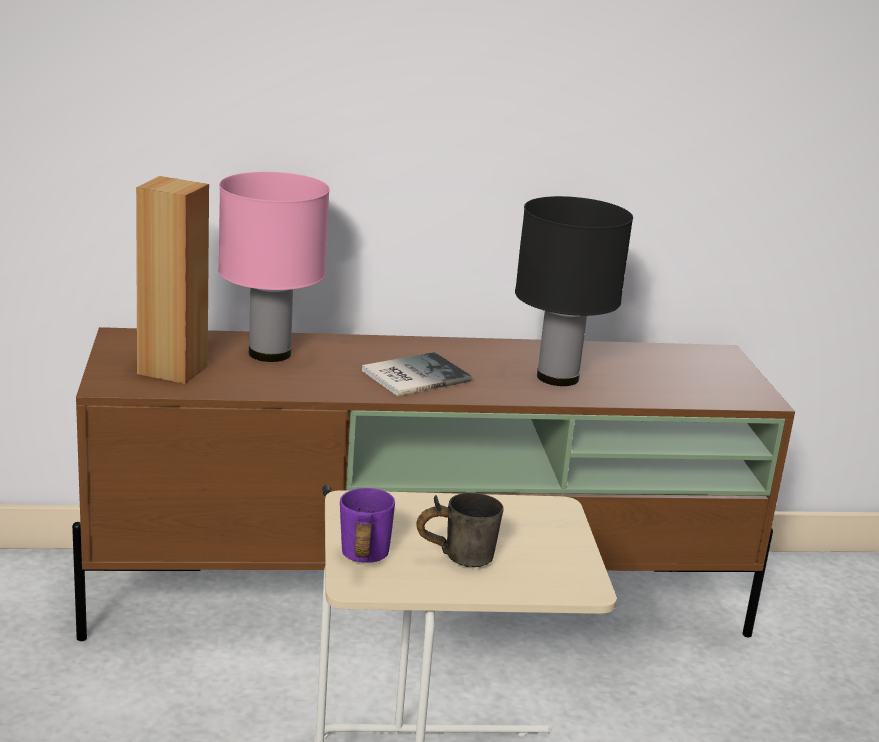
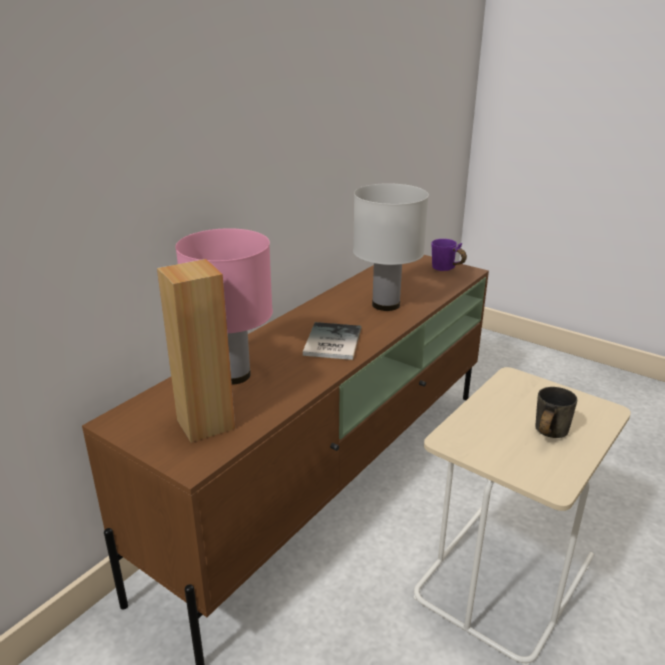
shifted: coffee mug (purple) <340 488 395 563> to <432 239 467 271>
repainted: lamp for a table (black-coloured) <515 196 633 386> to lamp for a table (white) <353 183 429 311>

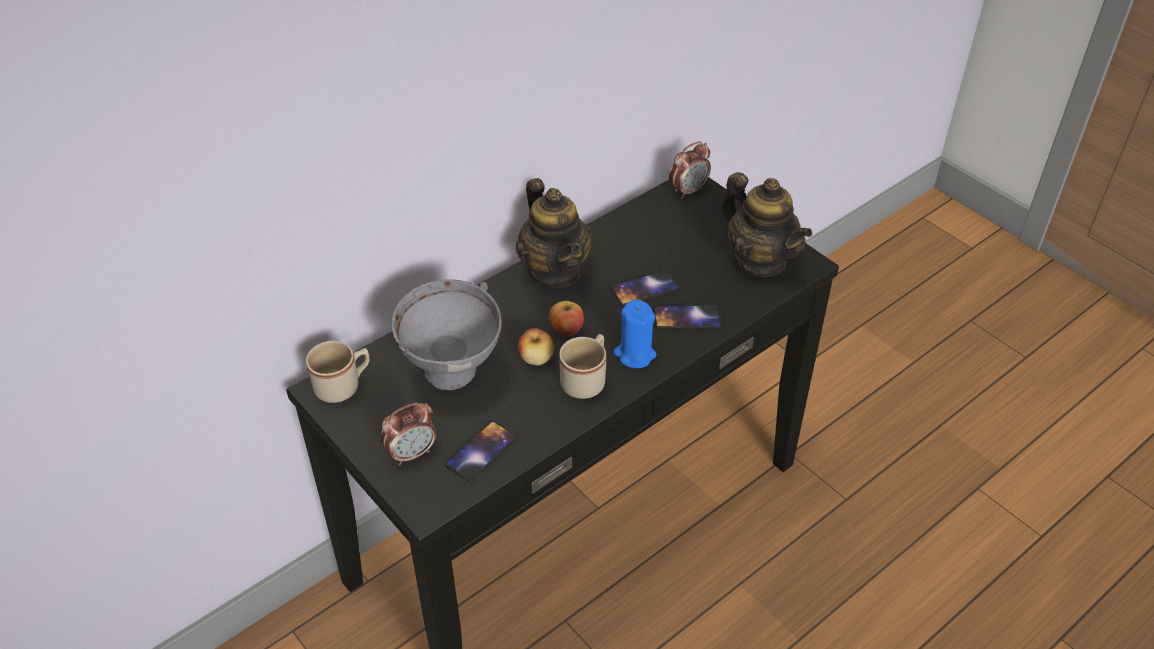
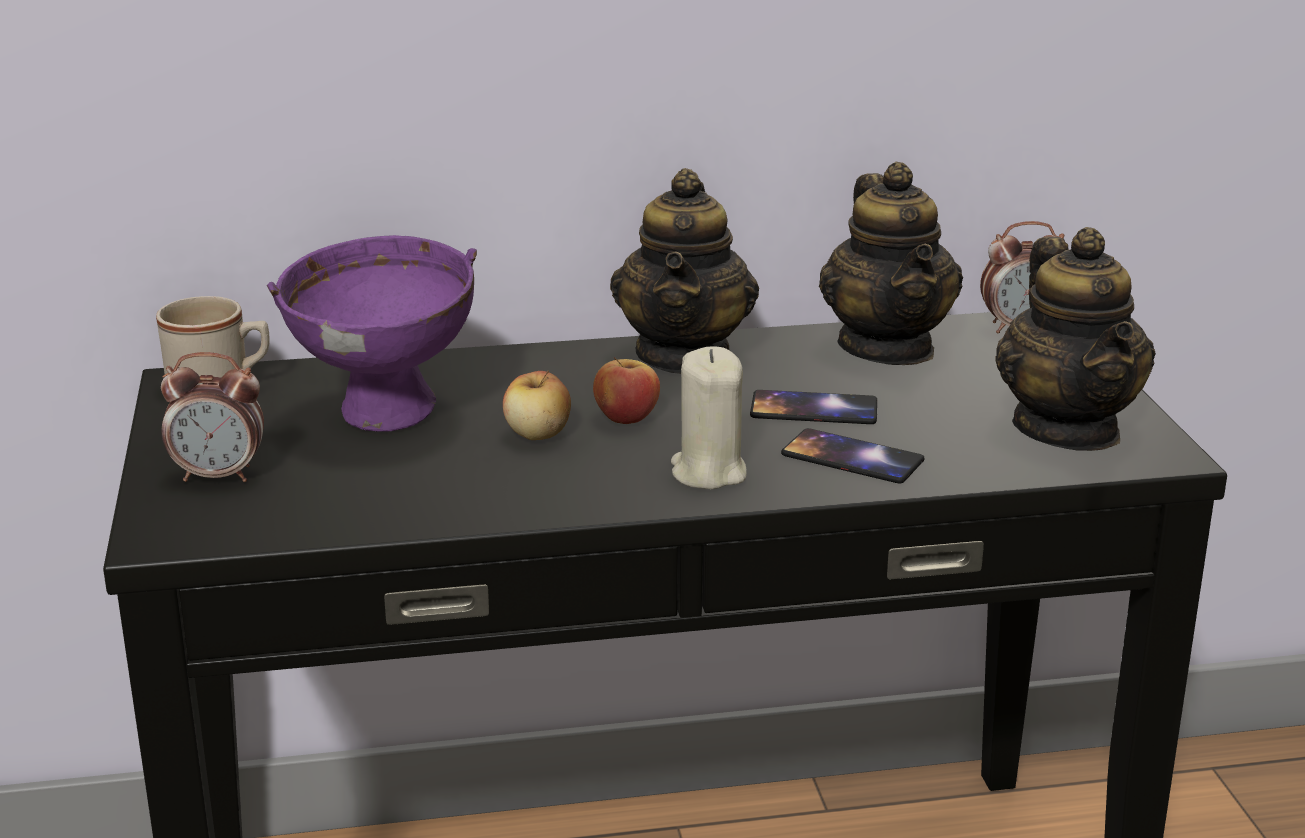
gone: handset <445 421 517 482>; coffee mug (sand-coloured) <559 334 606 399>
new: teapot <819 162 963 365>
repainted: deep dish (gray) <391 279 502 390> to deep dish (purple) <267 235 477 432>; candle (blue) <613 300 657 368> to candle (sand-coloured) <671 346 747 489>

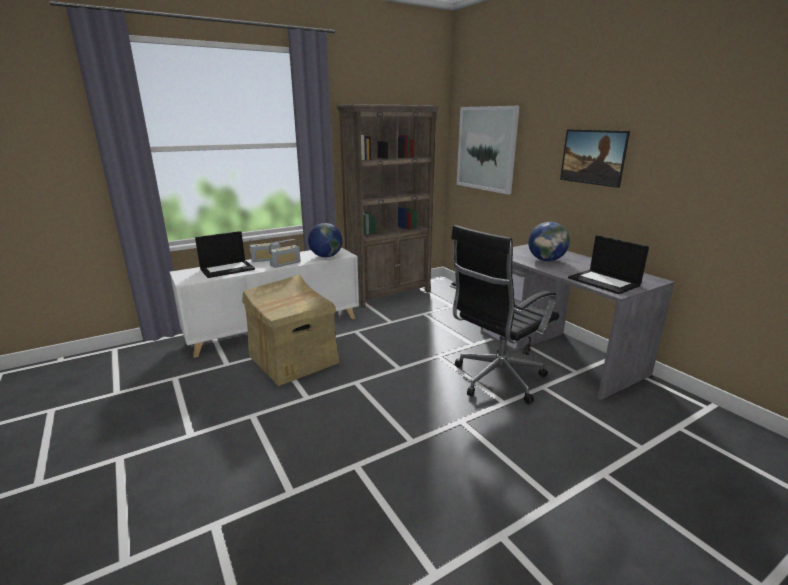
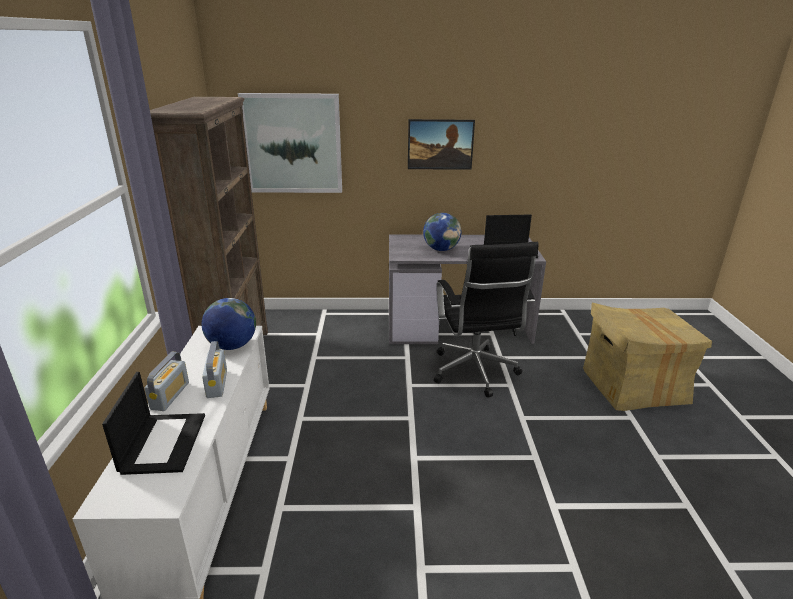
shifted: packing box <242 274 340 386> to <583 303 712 411>

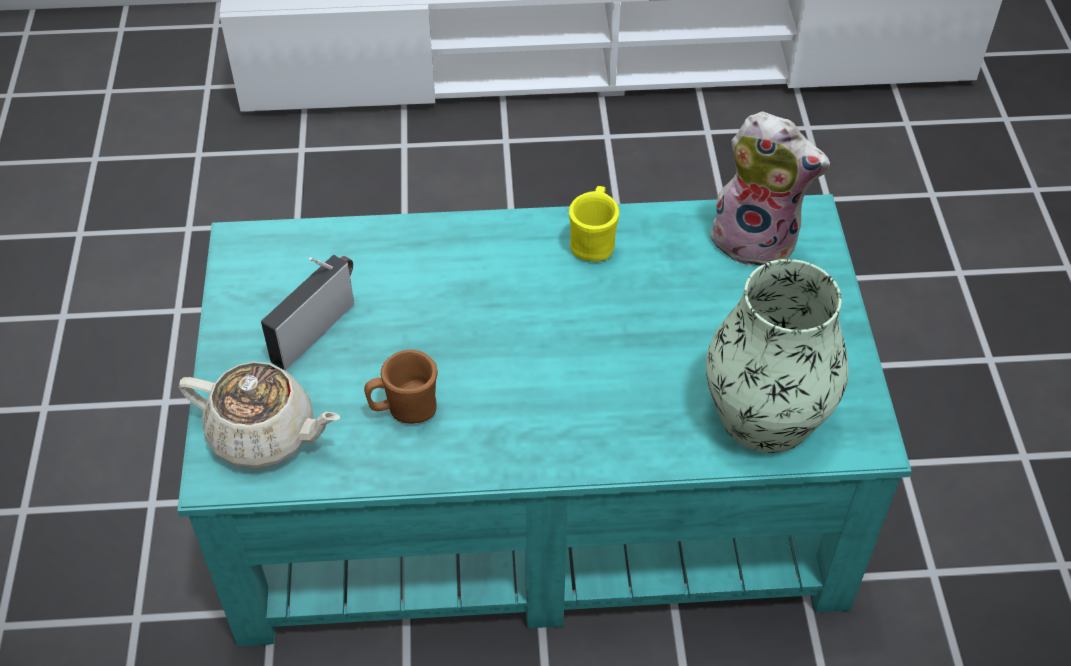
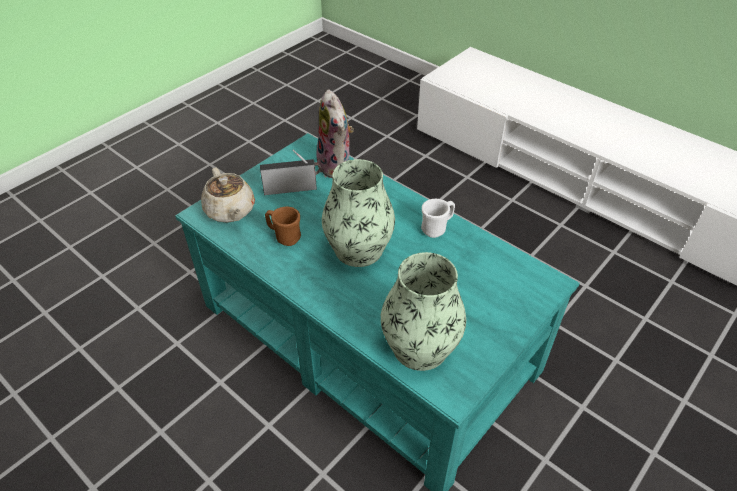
new: decorative vase <322 159 395 267>
shifted: cuddly toy <706 112 830 267> to <316 89 354 178>
repainted: coffee mug (yellow-coloured) <569 186 619 262> to coffee mug (white) <421 199 455 238>

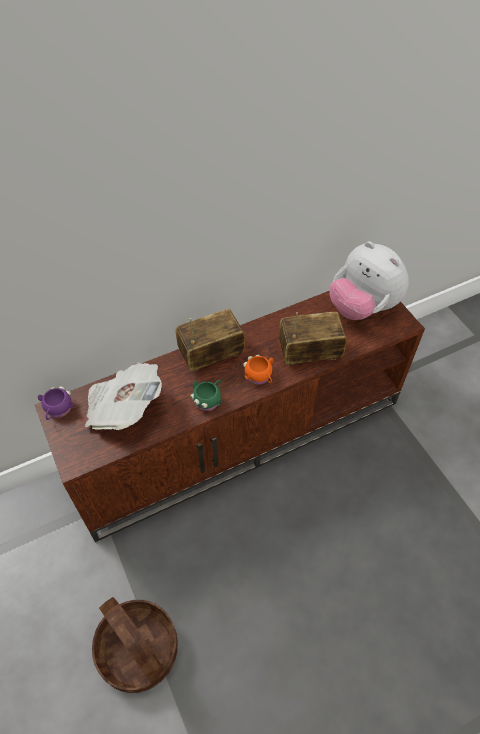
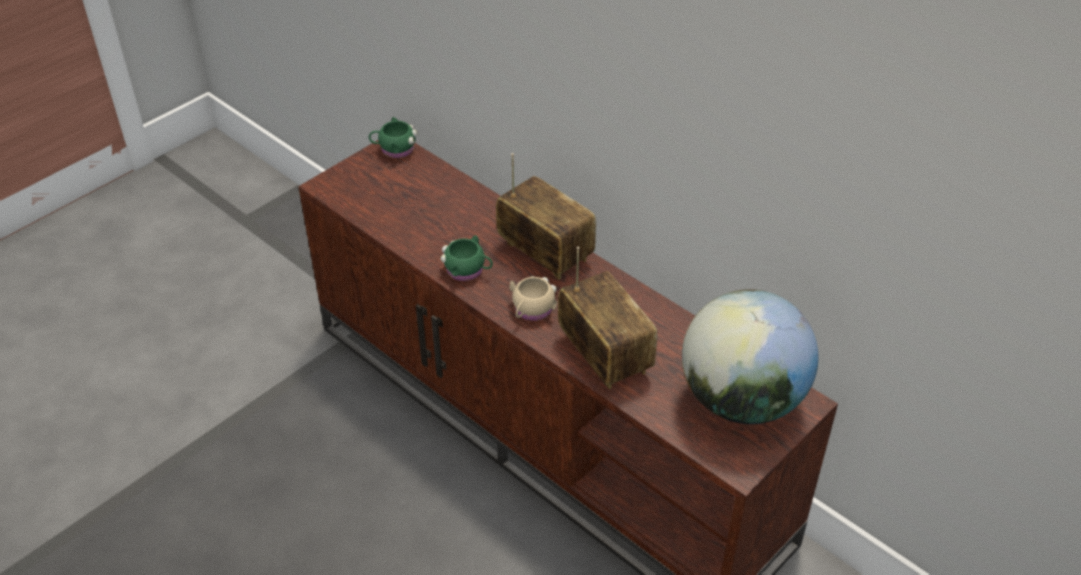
gone: printed paper <85 363 162 430>; household basket <92 597 178 693>
swapped: cuddly toy <329 241 409 320> to world globe <682 289 818 424>
repainted: coffee mug (purple) <38 386 73 420> to coffee mug (greenish) <369 117 418 158>; coffee mug (orange) <243 355 274 384> to coffee mug (sand-coloured) <509 276 557 321>

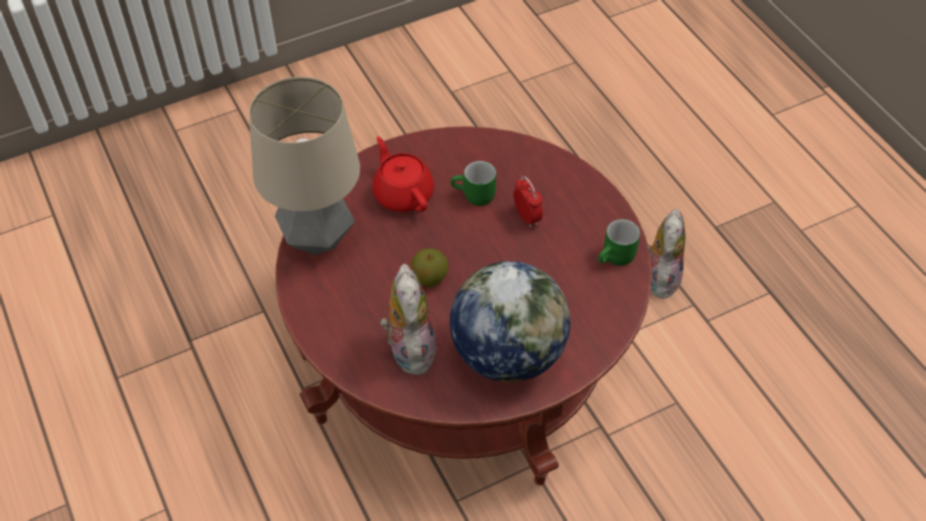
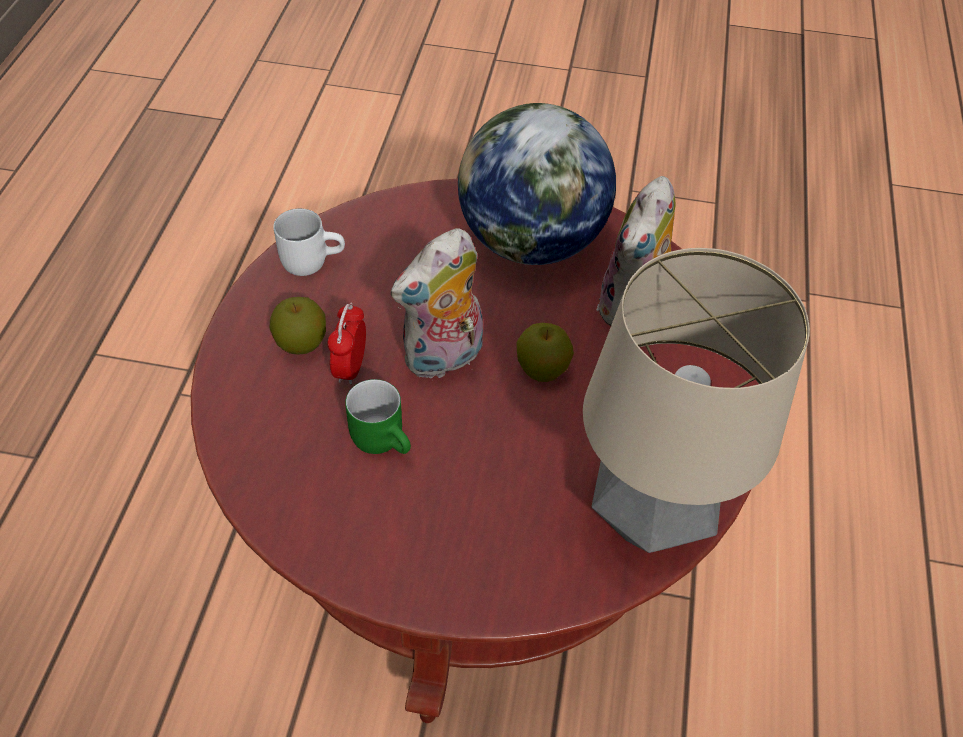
gone: teapot (red-coloured) <373 136 434 212>
new: apple <270 297 326 355>
shifted: cuddly toy <648 209 686 299> to <391 228 483 380>
repainted: coffee mug (greenish) <598 219 640 266> to coffee mug (white) <274 208 345 276>

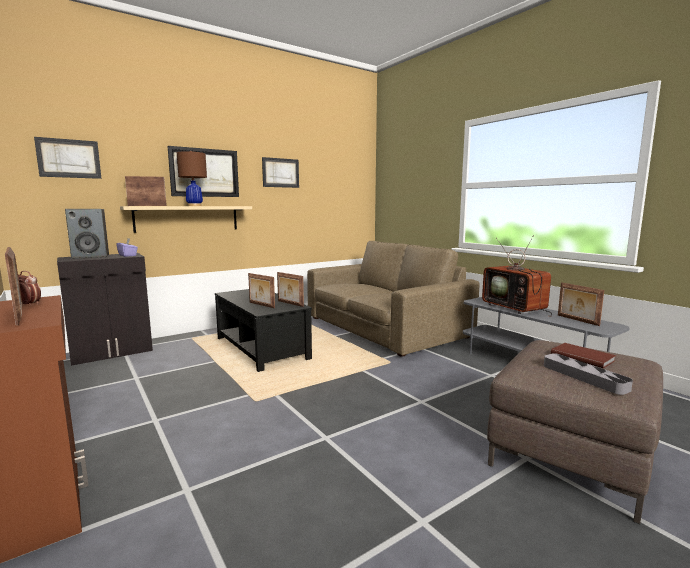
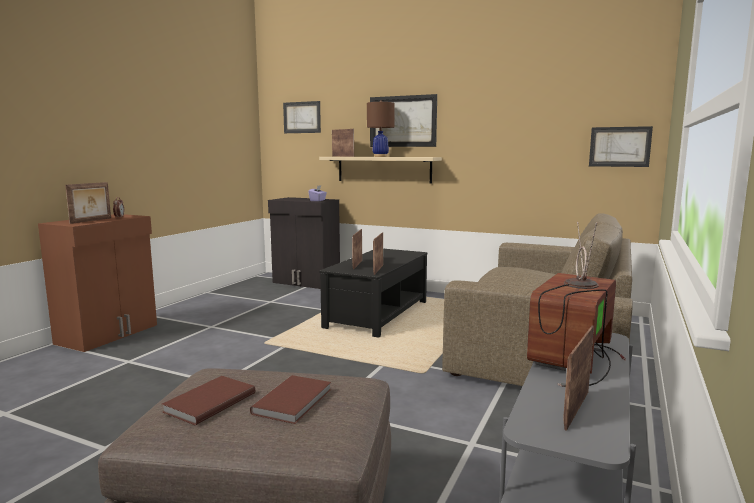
gone: speaker <65 209 109 259>
shifted: wall picture <262 157 299 188> to <589 126 653 167>
swapped: tray (gray) <544 353 633 395> to bound book (brown-coloured) <162 376 255 425>

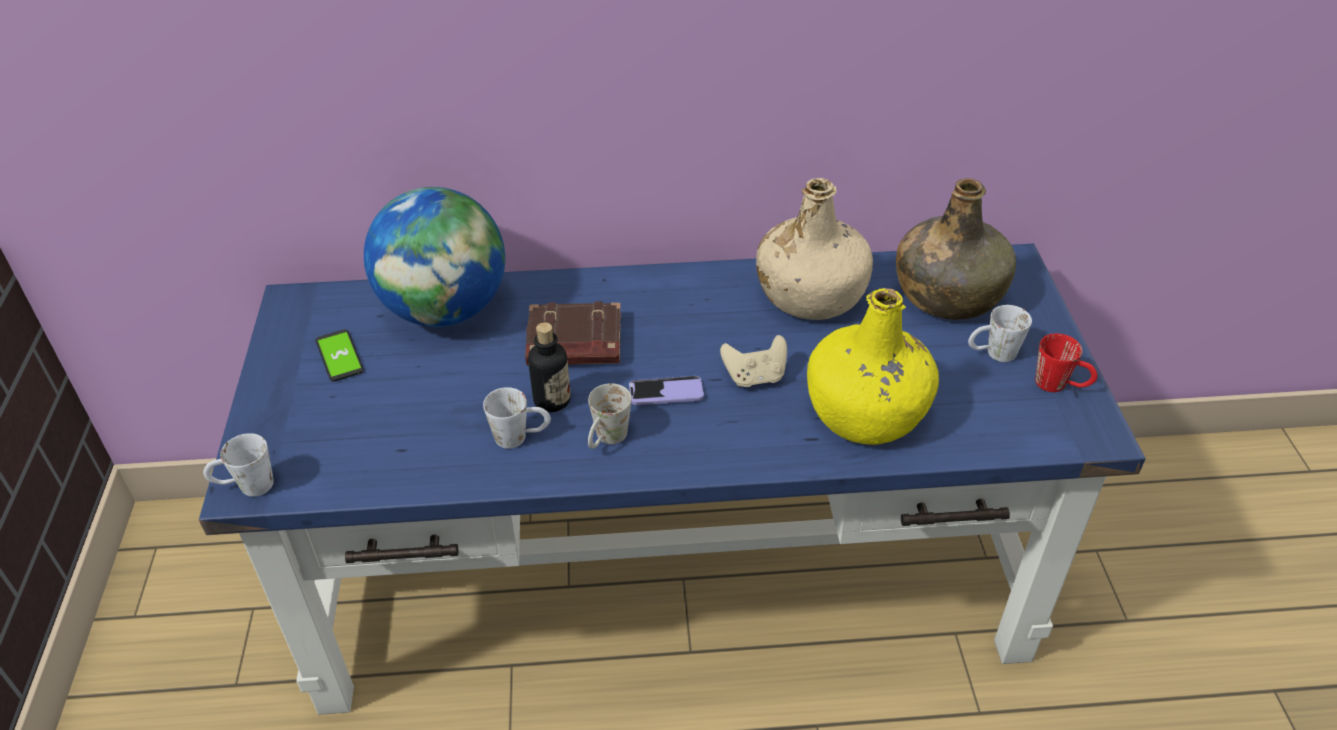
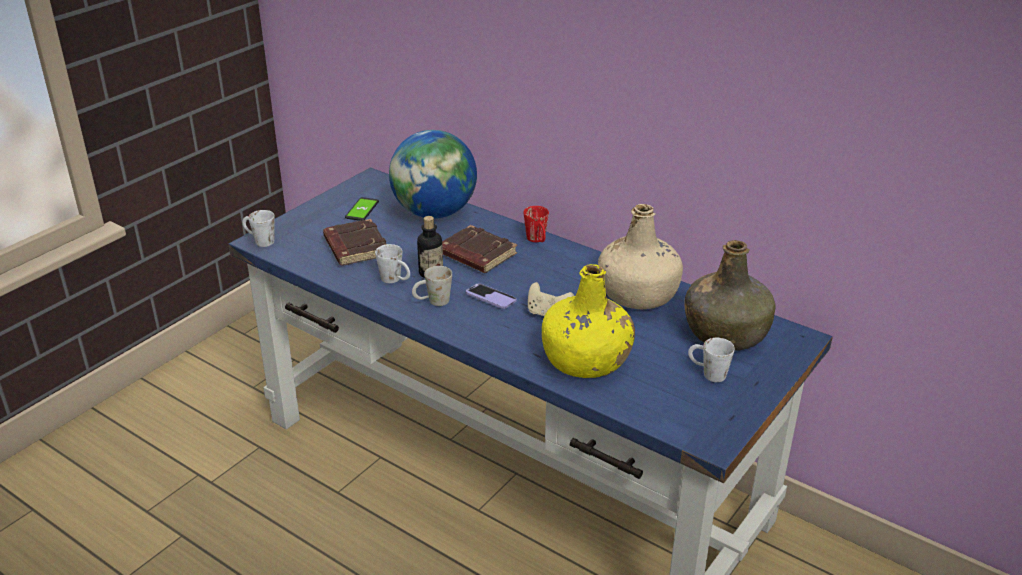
new: bound book (brown-coloured) <323 219 386 265>
shifted: coffee mug (red-coloured) <1035 333 1097 392> to <524 206 549 242>

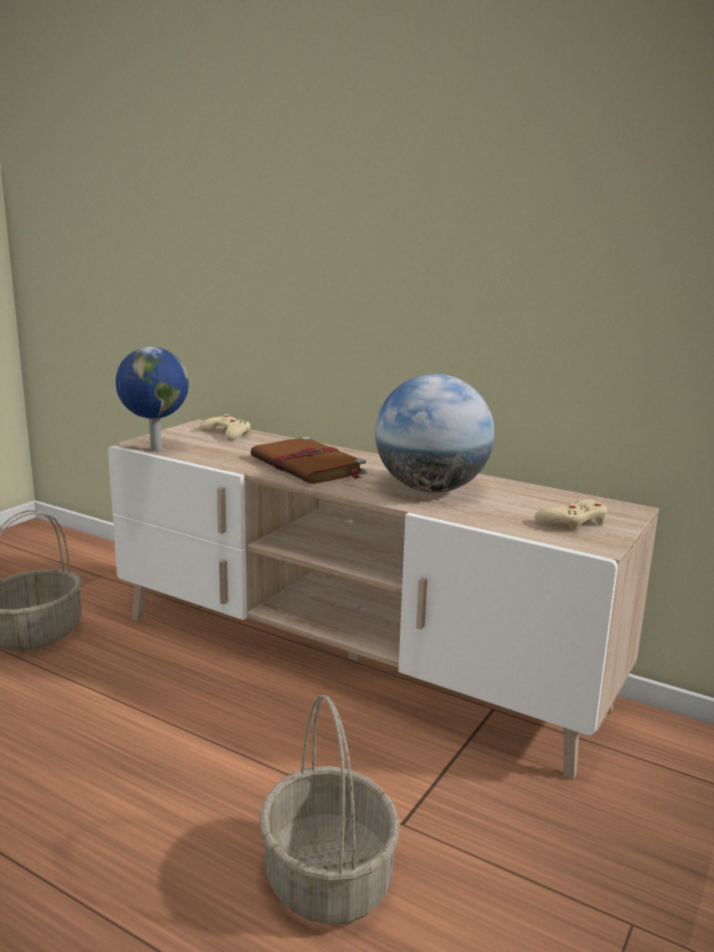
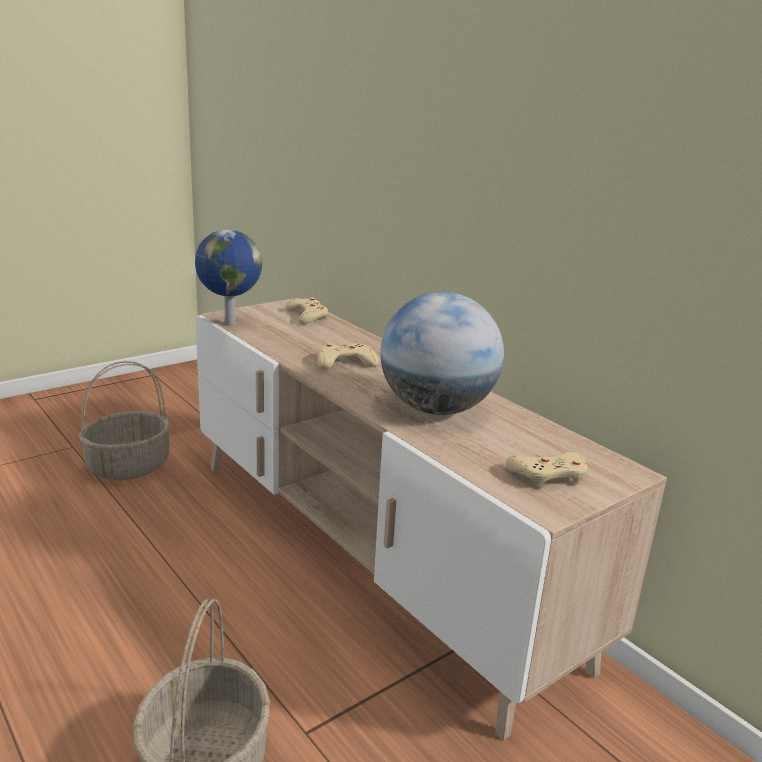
swapped: bound book (brown-coloured) <251 436 366 484> to game controller (sand-coloured) <317 343 378 369>

